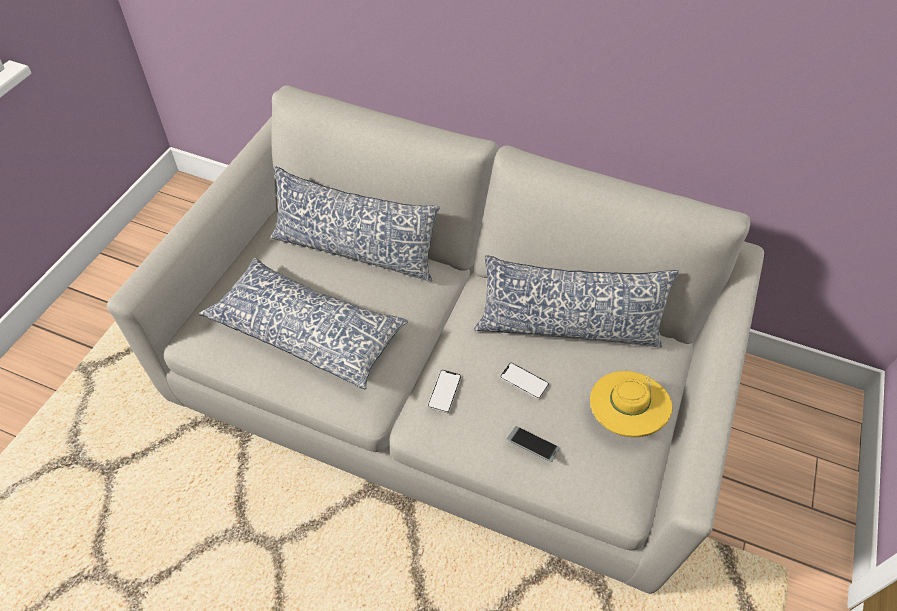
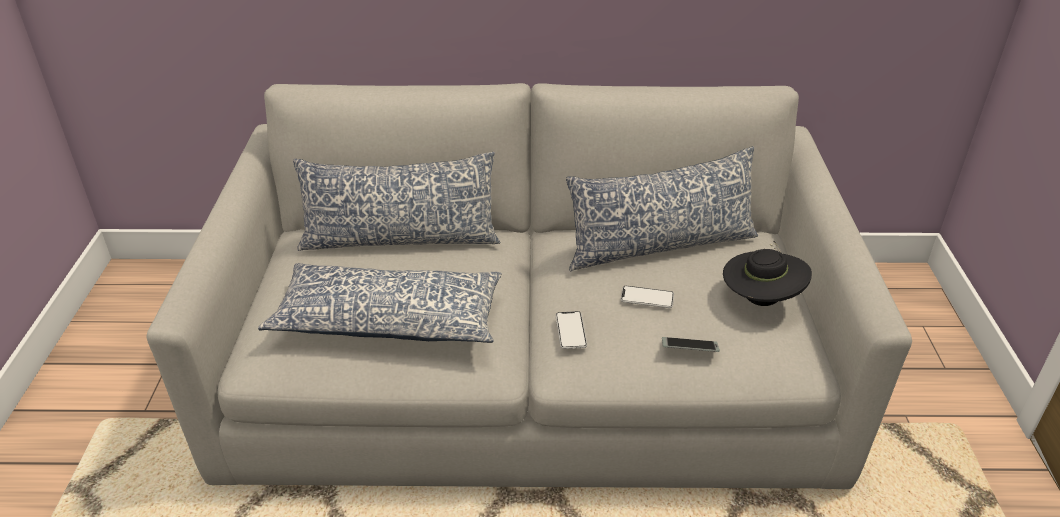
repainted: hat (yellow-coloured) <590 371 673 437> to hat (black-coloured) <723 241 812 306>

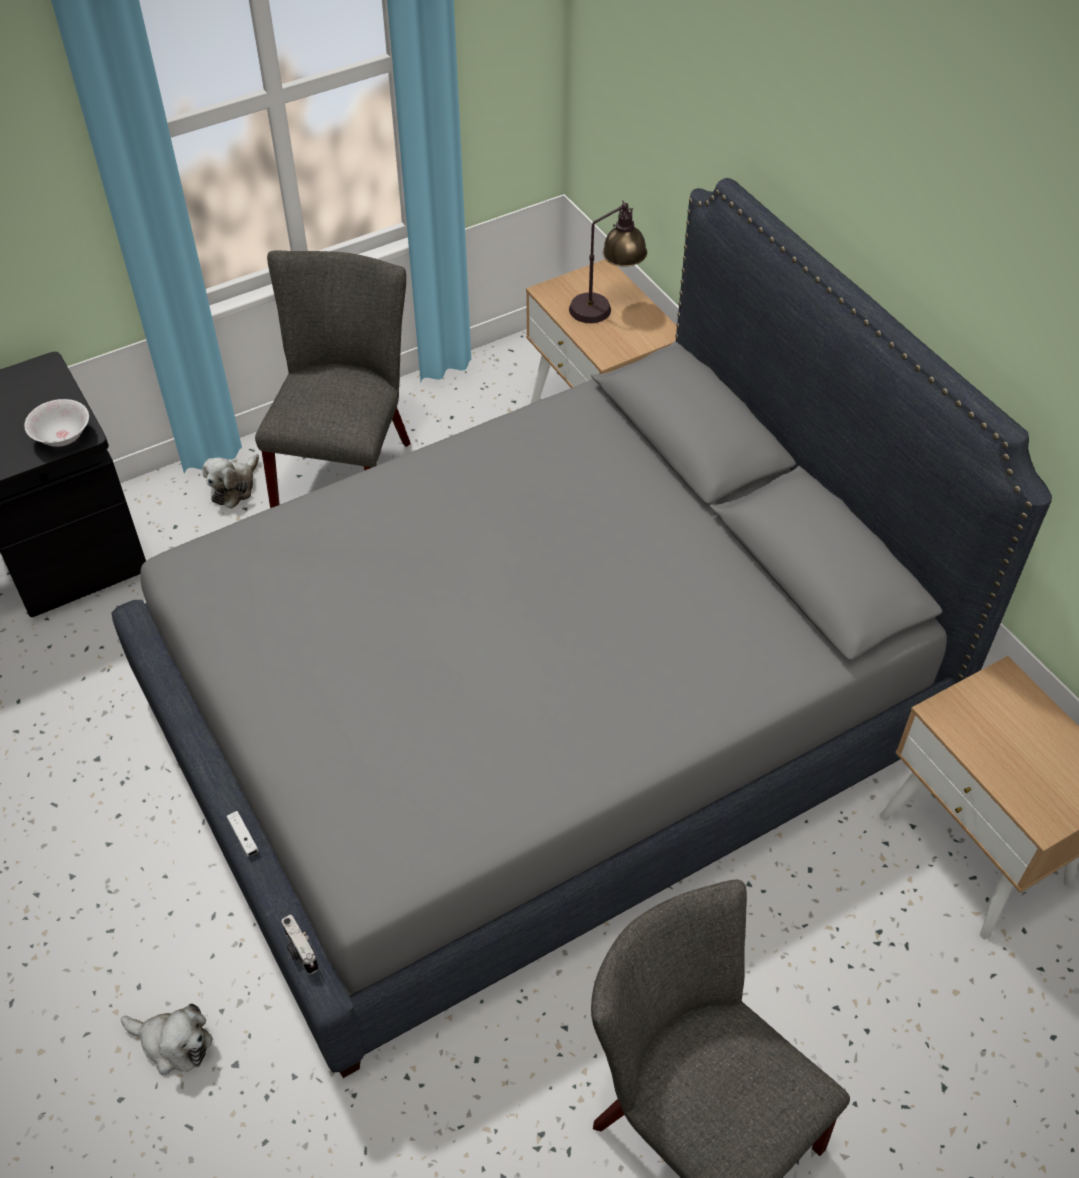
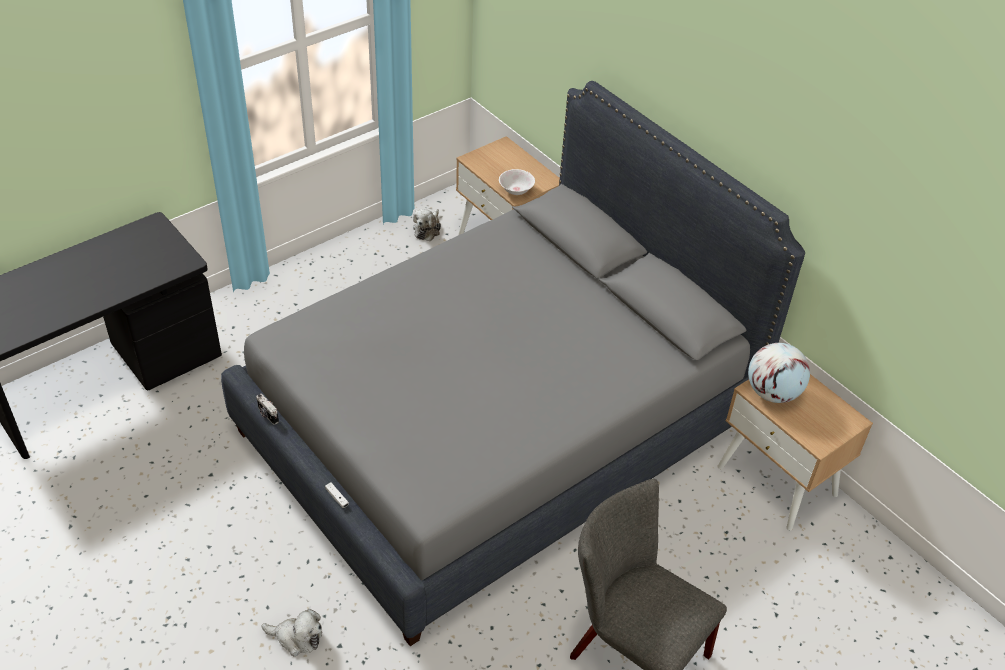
gone: chair (gray) <255 250 411 508>; lamp for a table <569 200 647 323>
new: world globe <748 343 810 403>
shifted: still camera <282 915 319 975> to <256 393 279 425>; cuddly toy <202 454 259 509> to <413 209 441 241>; deep dish (white) <24 399 89 447> to <499 169 535 195>

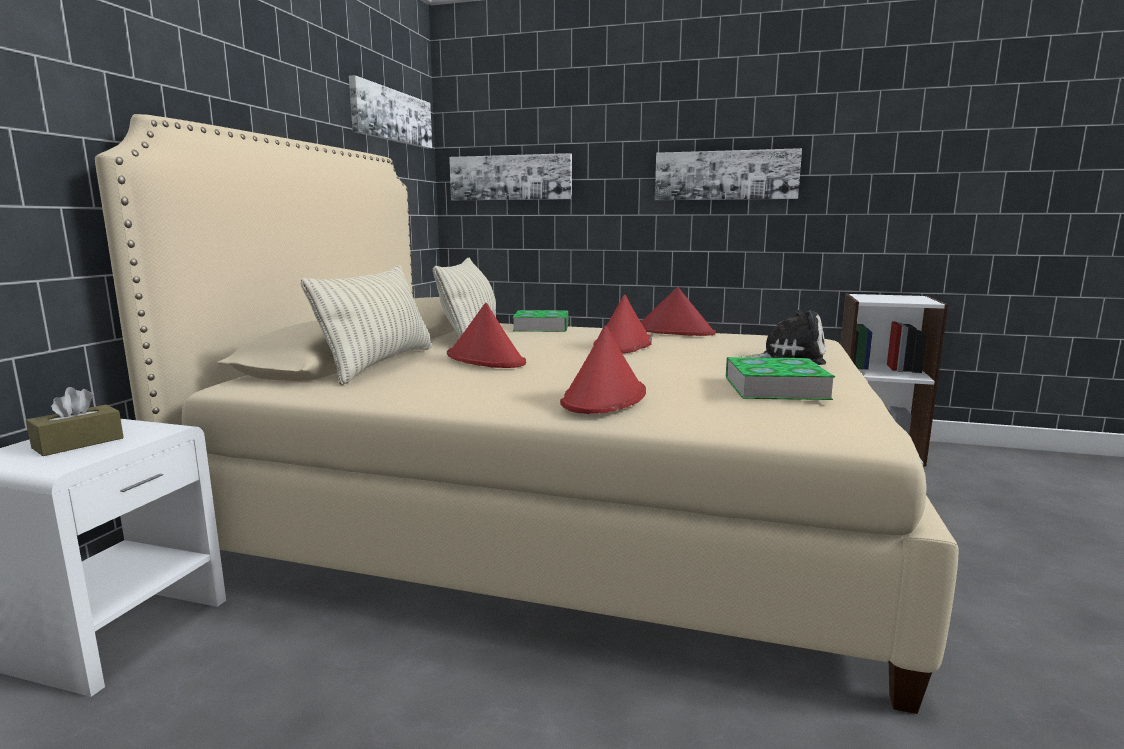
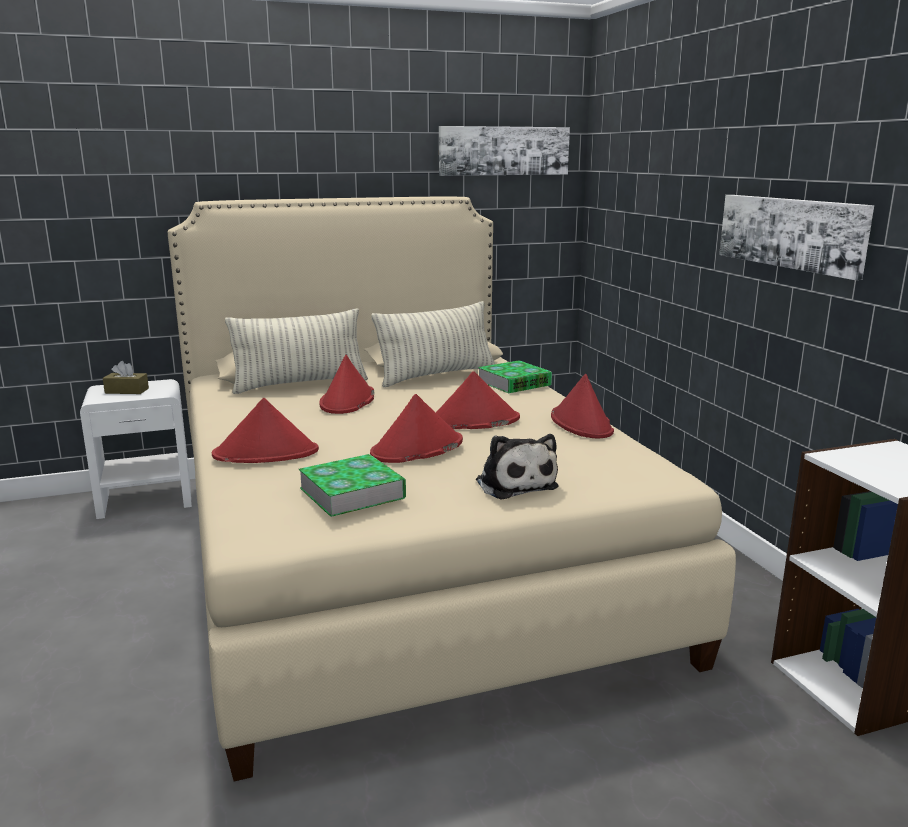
gone: wall picture <449 153 572 200>
new: hat (red-coloured) <370 394 463 463>

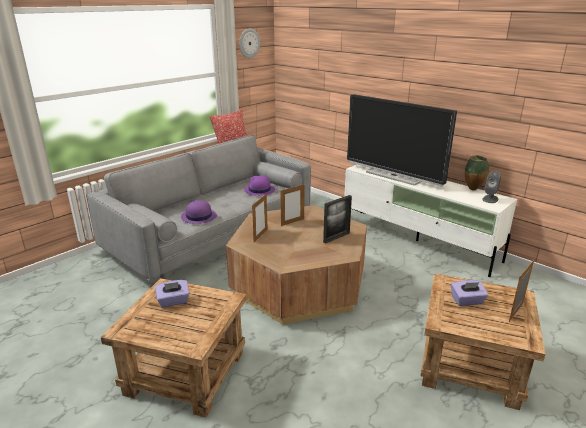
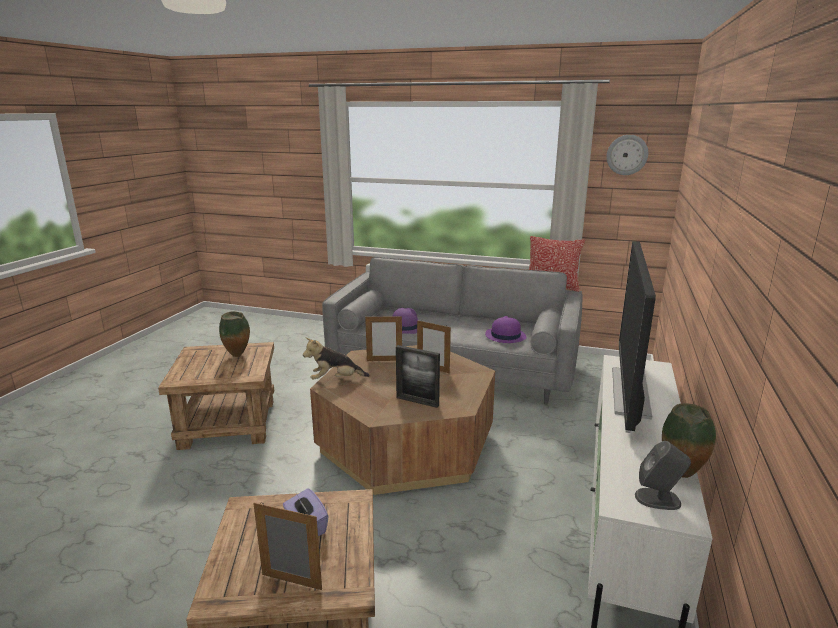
new: cuddly toy <303 338 370 380>
swapped: tissue box (purple) <155 280 189 308> to decorative vase <219 311 250 357>

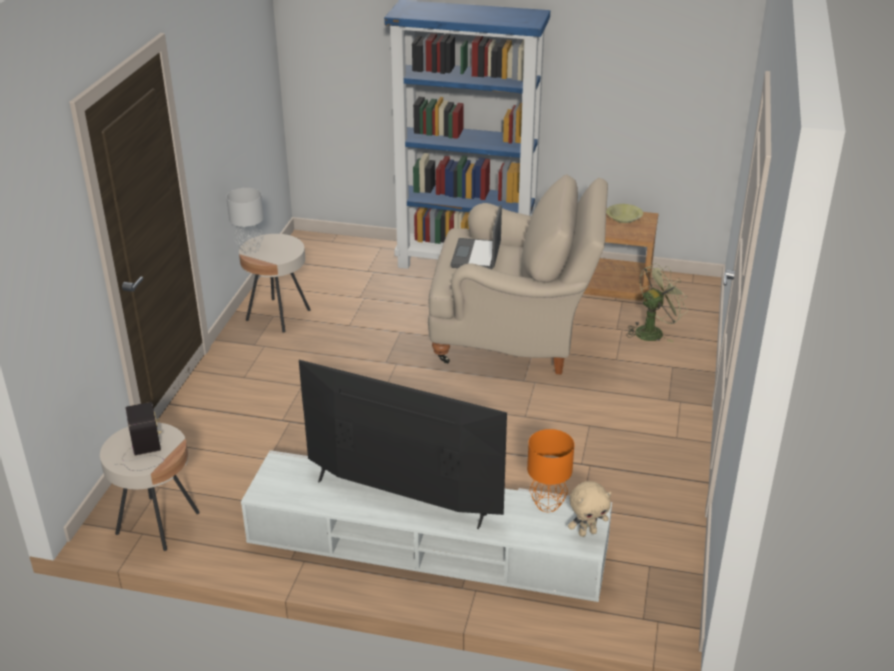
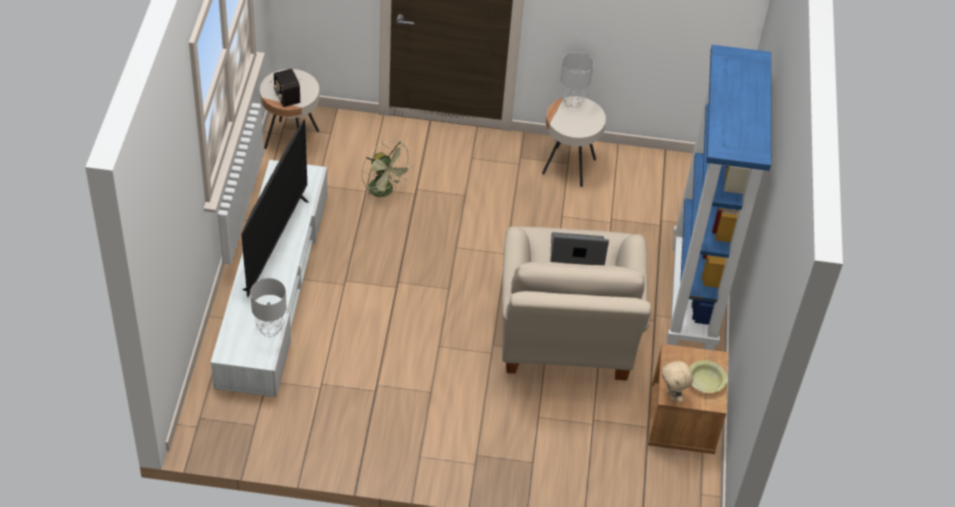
shifted: electric fan (greenish) <627 263 688 342> to <362 141 413 203>; cuddly toy (sand-coloured) <568 481 611 537> to <661 361 693 403>
repainted: lamp for a table (orange) <527 429 574 512> to lamp for a table (gray) <250 278 286 337>
rotated: radio set <114 402 164 471> = <270 69 303 107> 90 degrees clockwise

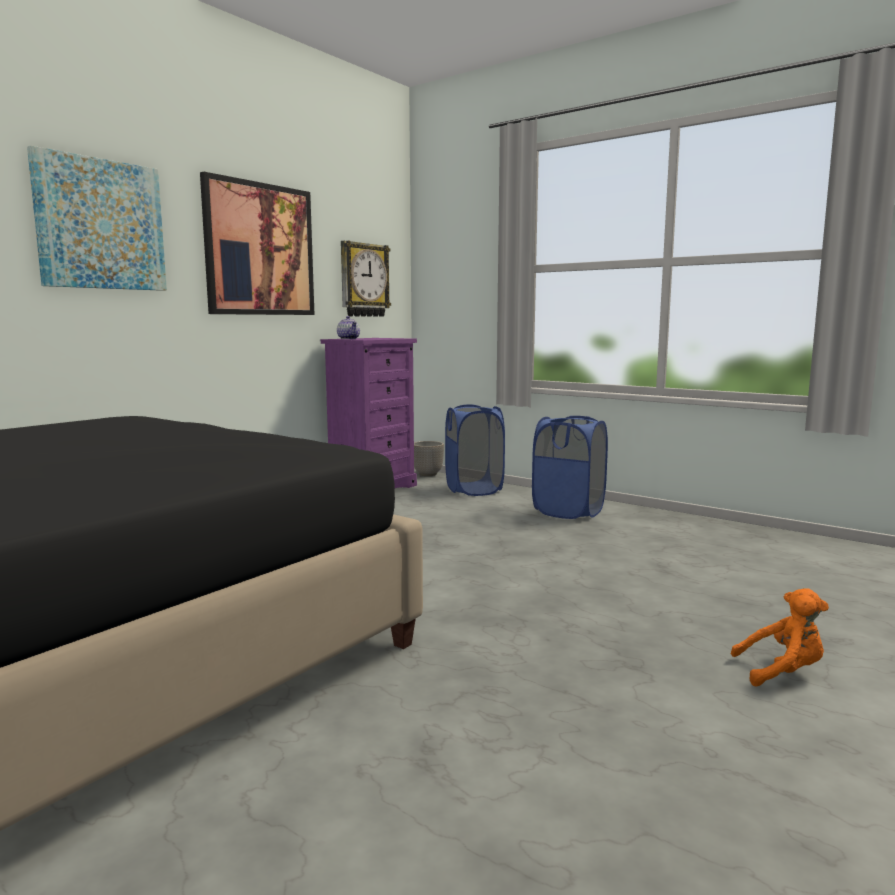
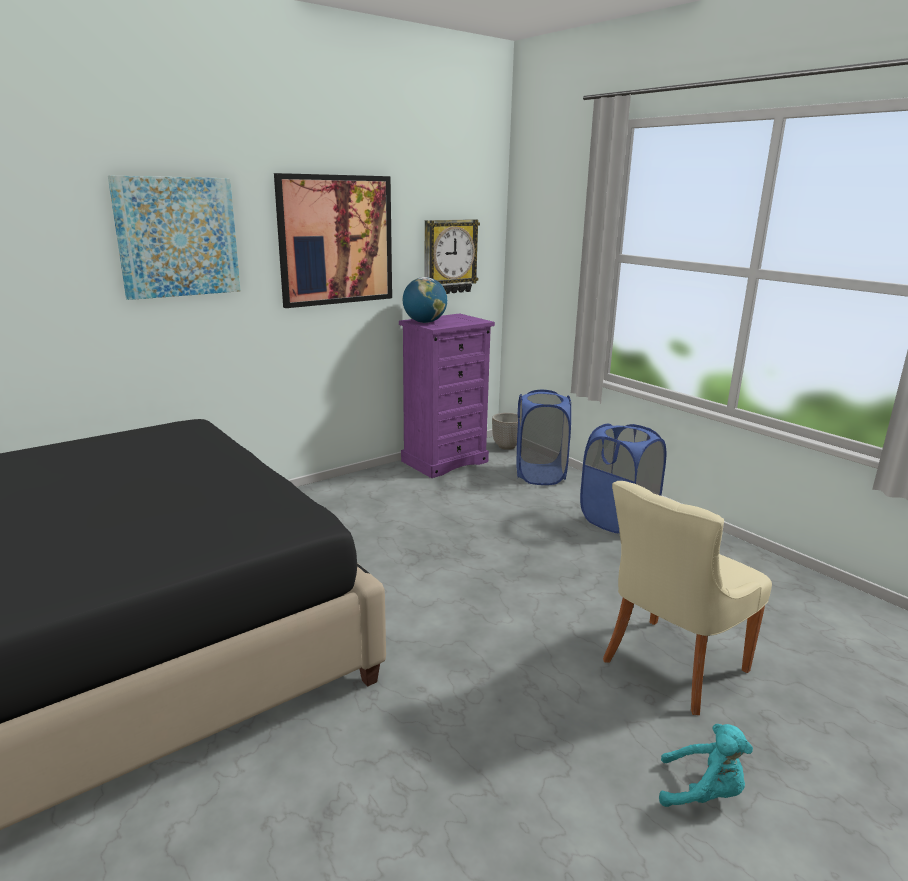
new: chair (sand-coloured) <603 481 772 715>
swapped: teapot <337 316 360 339> to world globe <403 277 447 323>
repainted: cuddly toy (orange) <731 588 829 686> to cuddly toy (turquoise) <659 724 753 807>

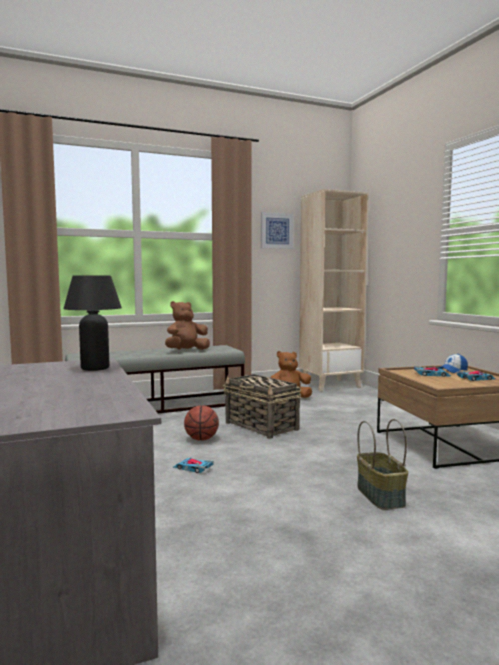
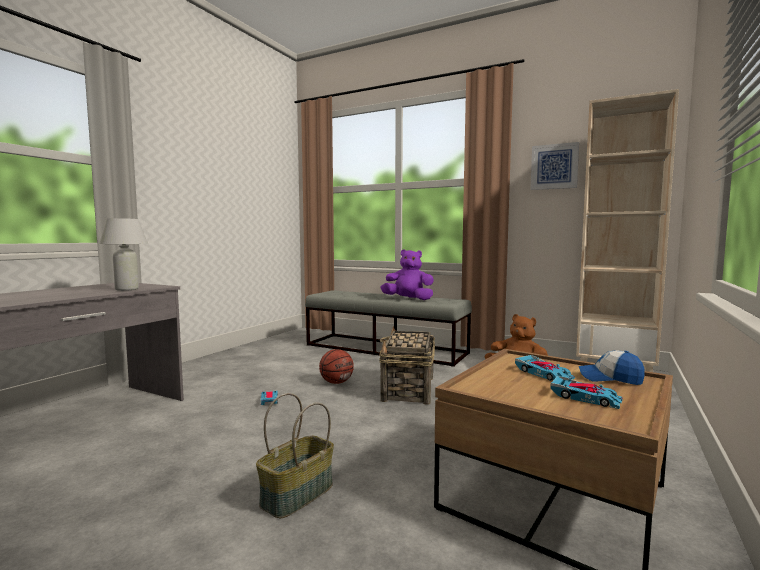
repainted: lamp for a table (black-coloured) <63 276 122 371> to lamp for a table (white) <99 218 148 291>; cuddly toy (brown-coloured) <165 301 210 350> to cuddly toy (purple) <380 249 434 300>

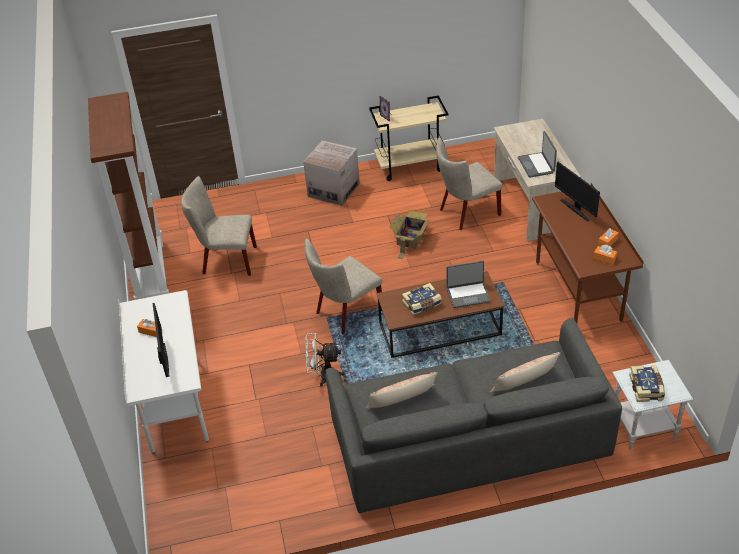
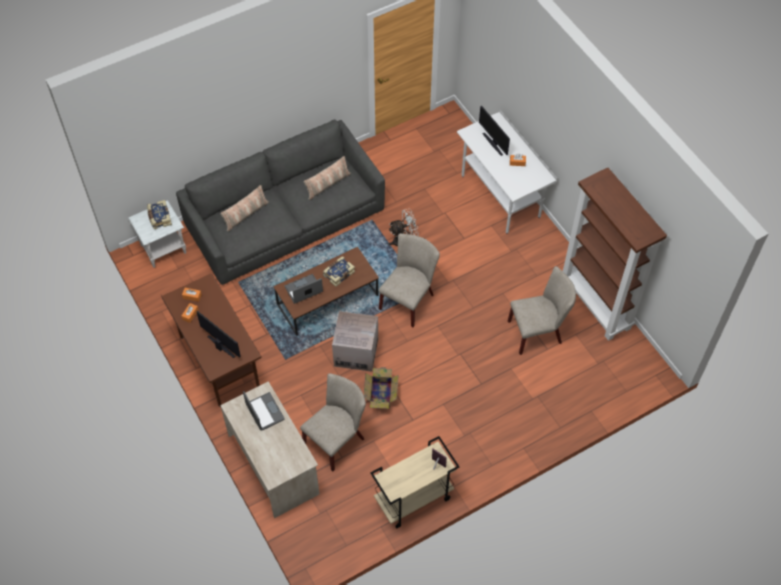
shifted: packing box <303 140 360 206> to <332 311 378 372>

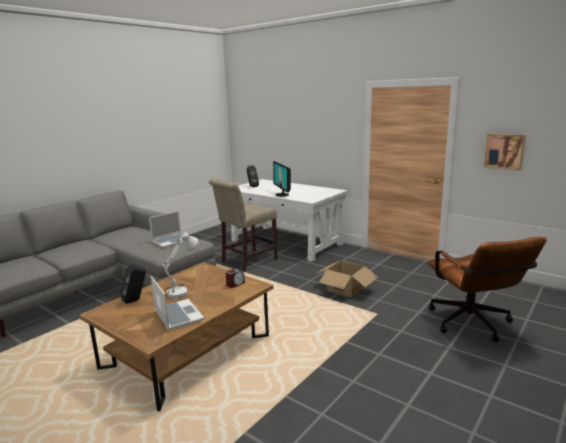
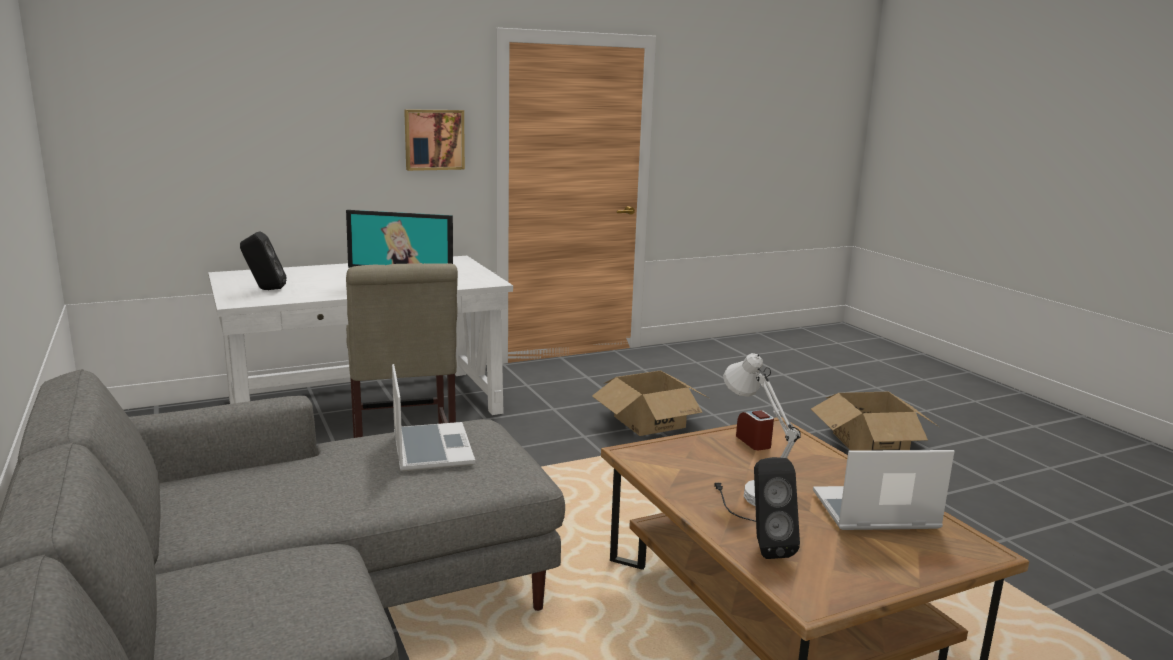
gone: computer chair (brown-coloured) <428 237 547 342>
new: packing box <811 392 939 451>
shifted: wall picture <484 134 526 170> to <404 109 465 171>

